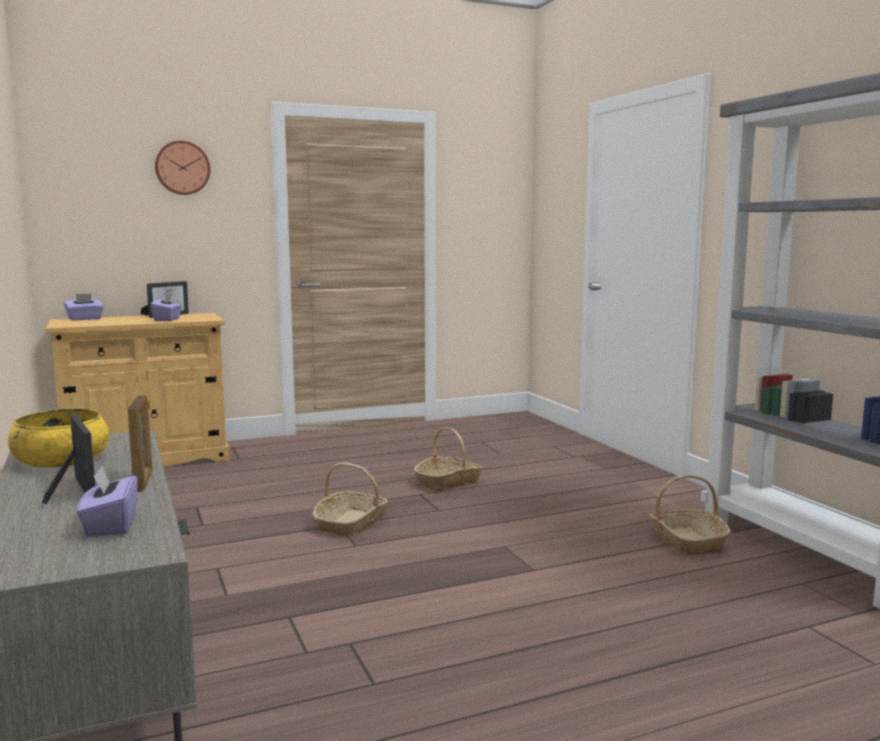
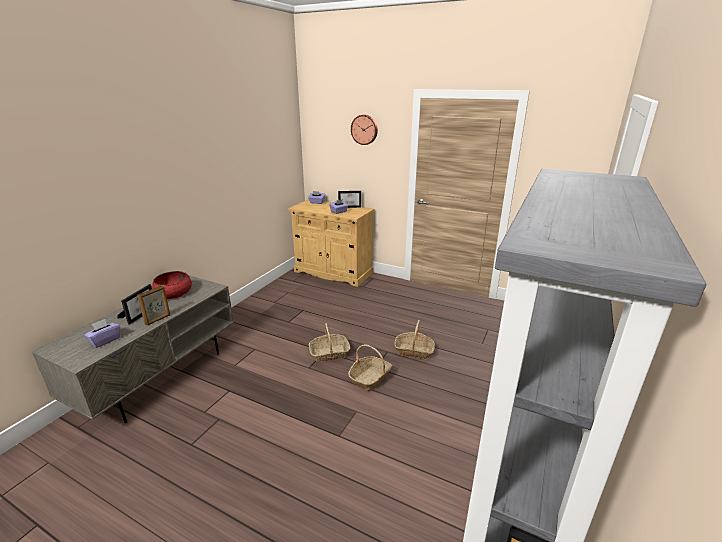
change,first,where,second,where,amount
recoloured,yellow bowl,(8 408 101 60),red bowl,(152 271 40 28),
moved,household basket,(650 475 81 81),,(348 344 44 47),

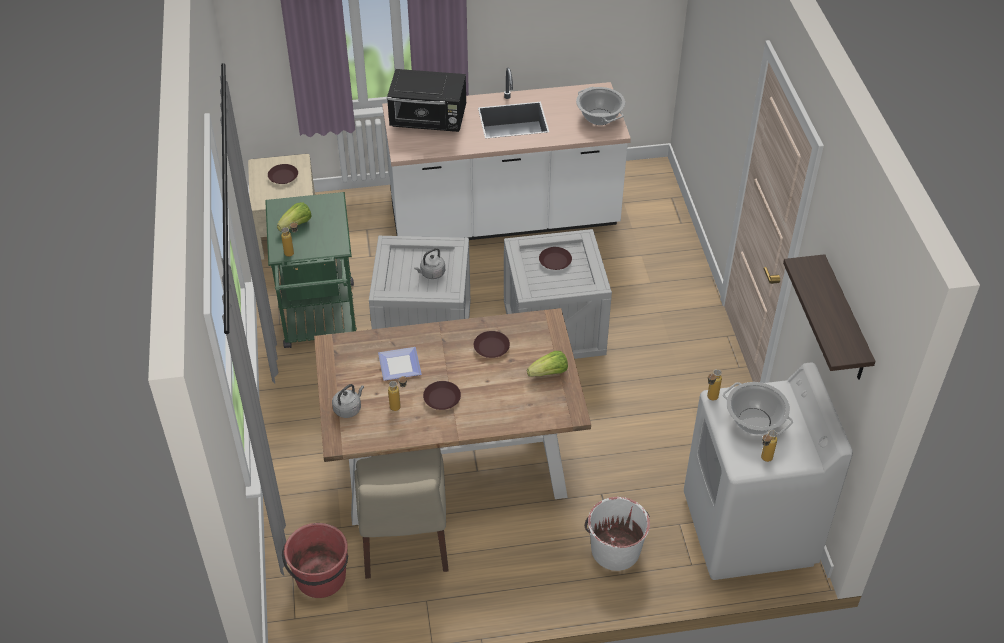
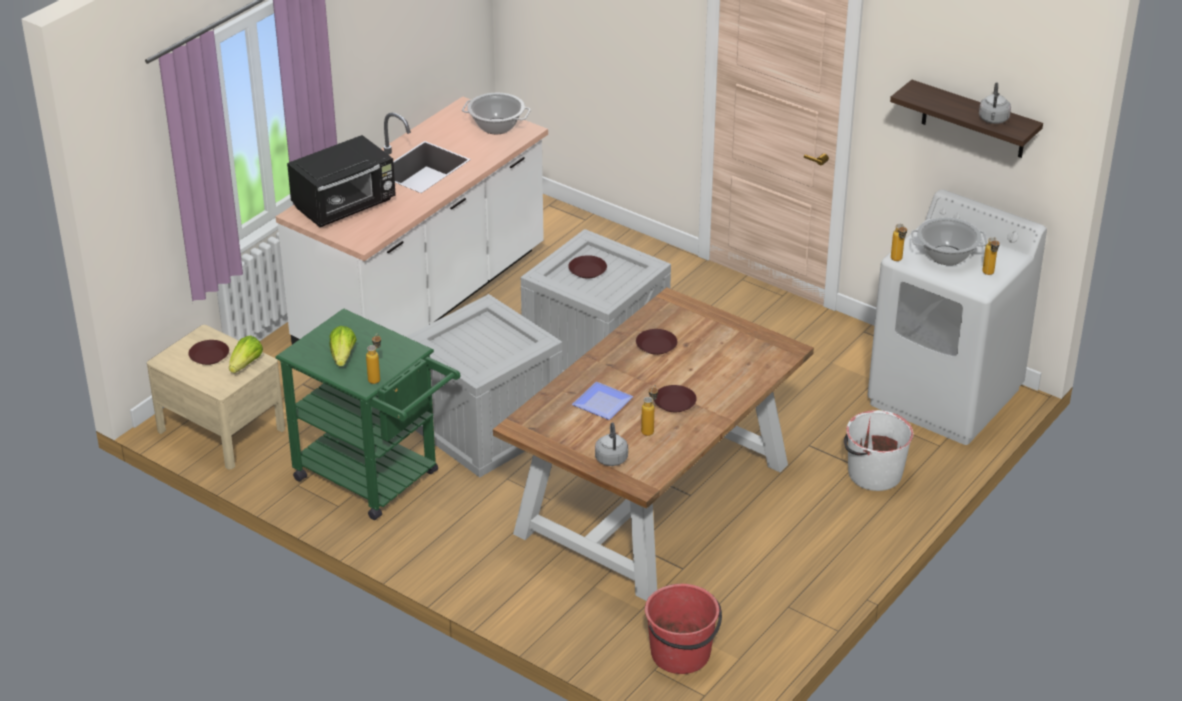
change,first,where,second,where,amount
moved,grey kettle,(414 248 31 31),,(979 82 32 42),
moved,lettuce,(527 351 41 26),,(229 335 34 38),
removed,sand-coloured chair,(355 448 94 131),,,

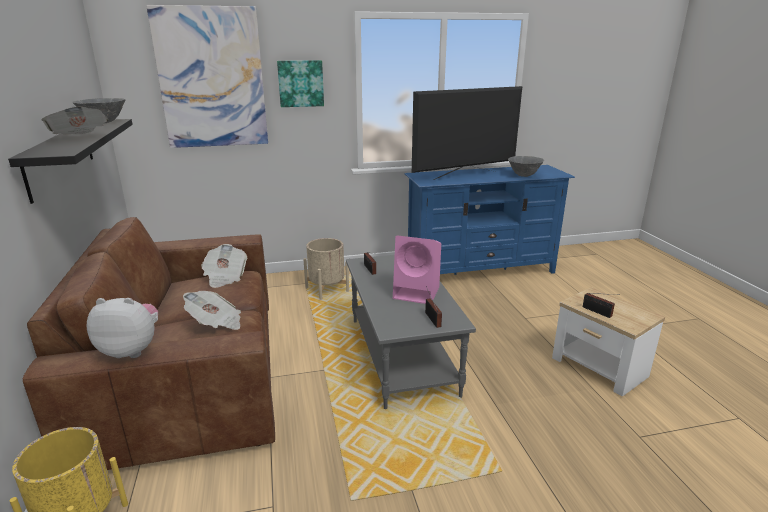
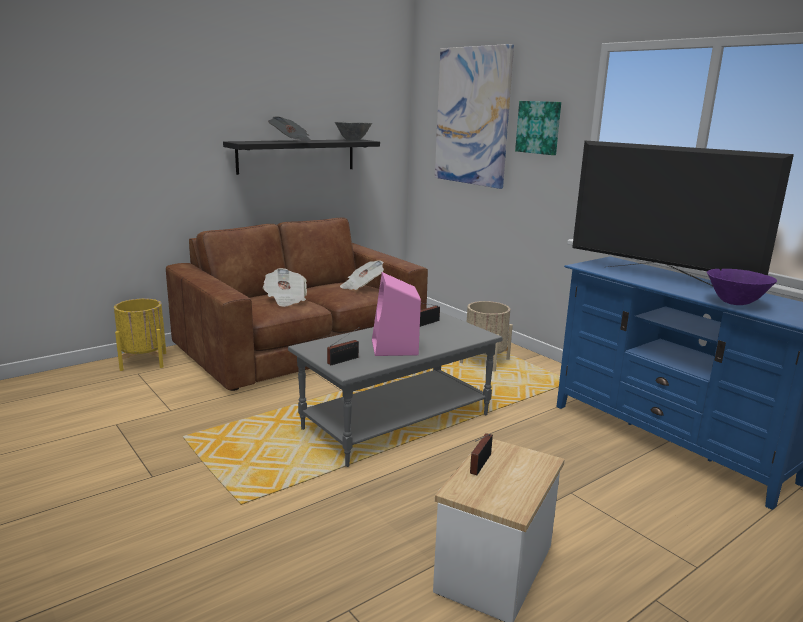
change,first,where,second,where,amount
recoloured,grey bowl,(508 156 36 21),purple-coloured bowl,(707 269 70 36),
removed,plush toy,(86 298 72 60),,,

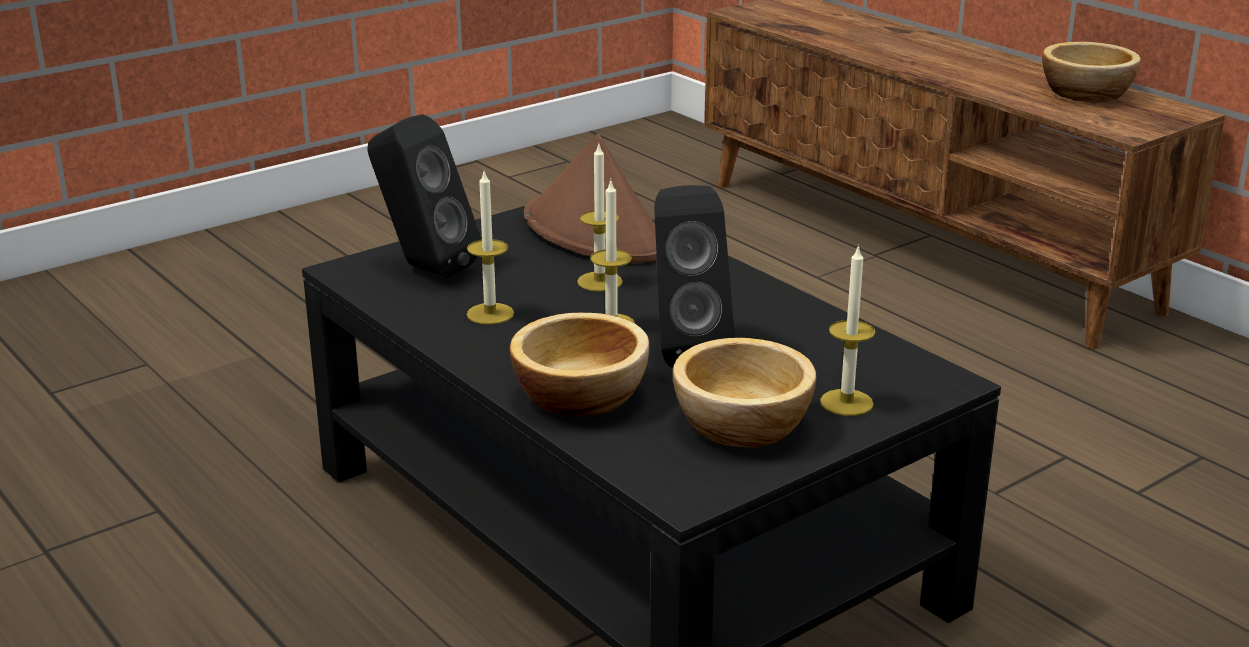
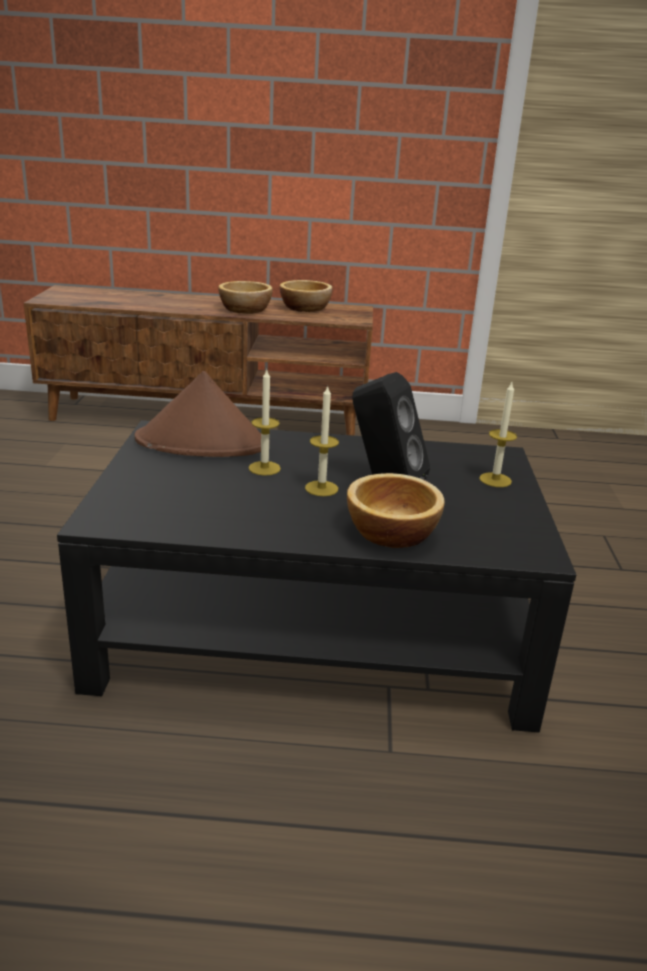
change,first,where,second,where,amount
removed,black audio speaker,(367 114 114 164),,,
removed,wax candle,(467 171 47 154),,,
moved,bowl,(673 338 144 110),,(218 281 55 33),

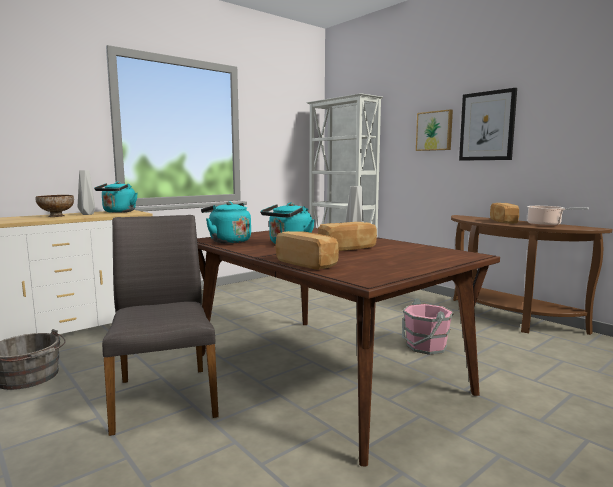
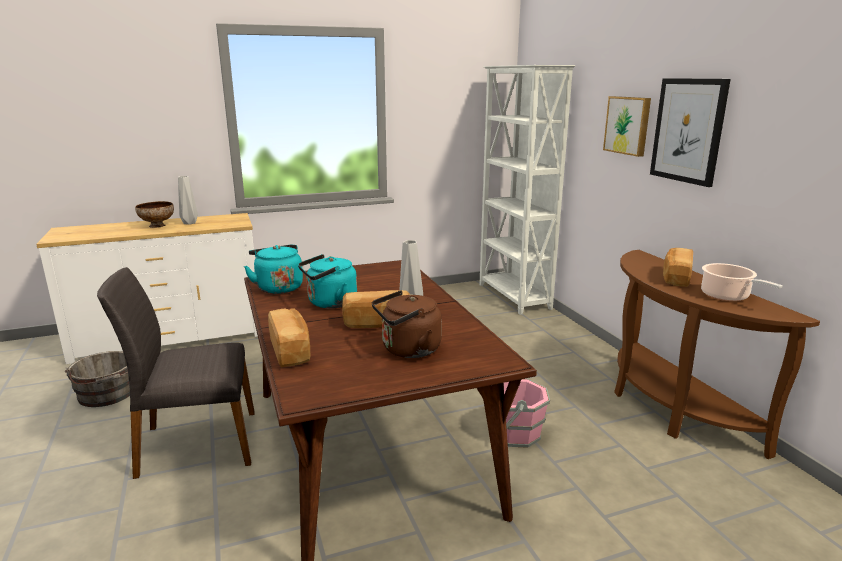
change,first,where,second,where,amount
removed,turquoise-coloured kettle,(94 181 44 32),,,
turned,grey chair,(102 215 117 221),,(97 267 158 212),105 degrees counterclockwise
added,,,brownish kettle,(372 290 70 68),

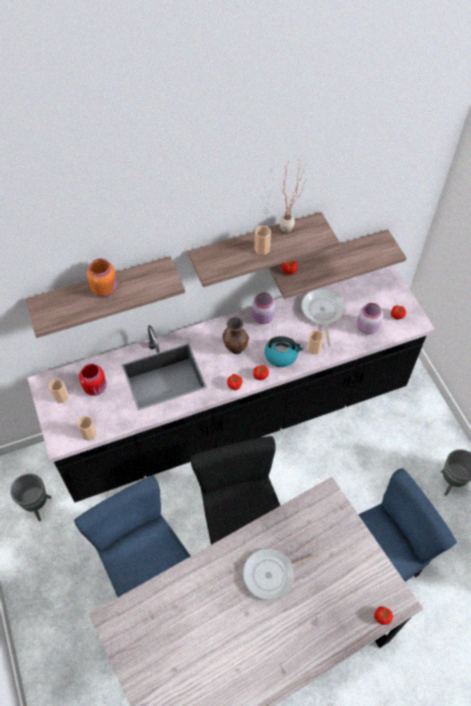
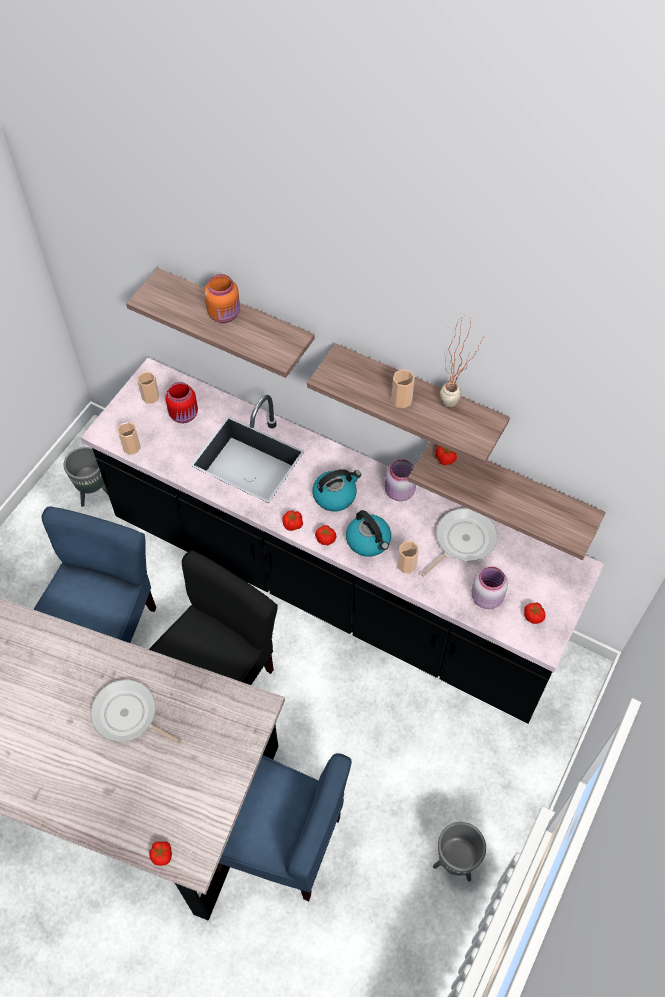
change,first,where,second,where,amount
replaced,brownish flower vase,(222 316 27 38),kettle,(313 469 48 42),

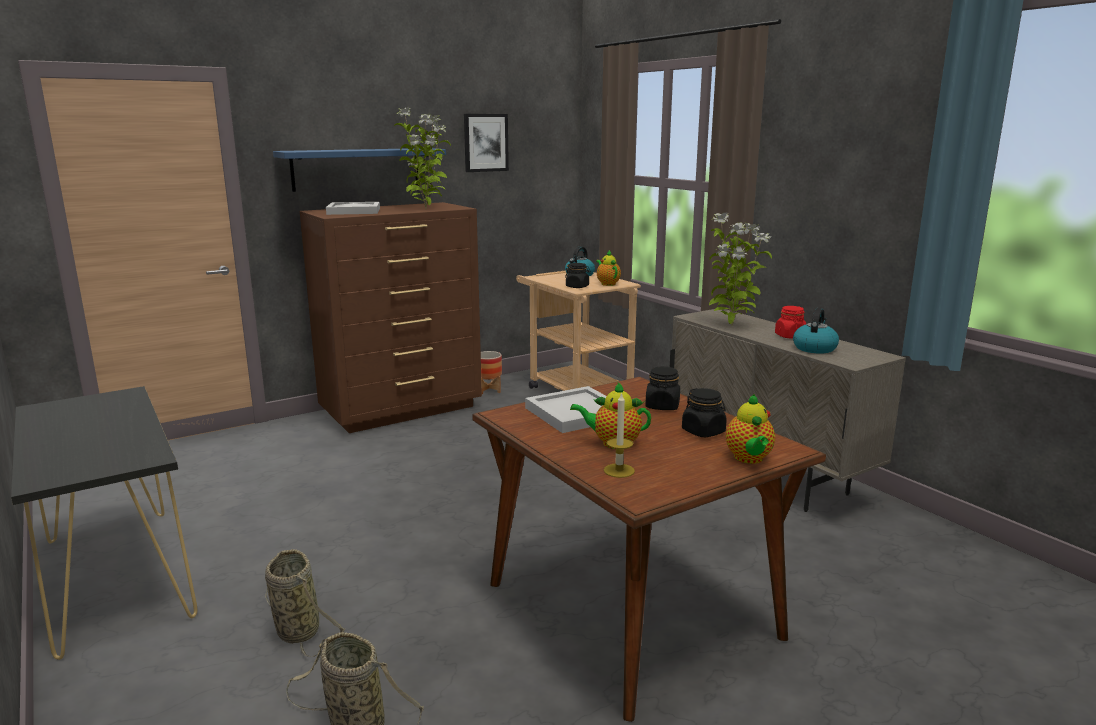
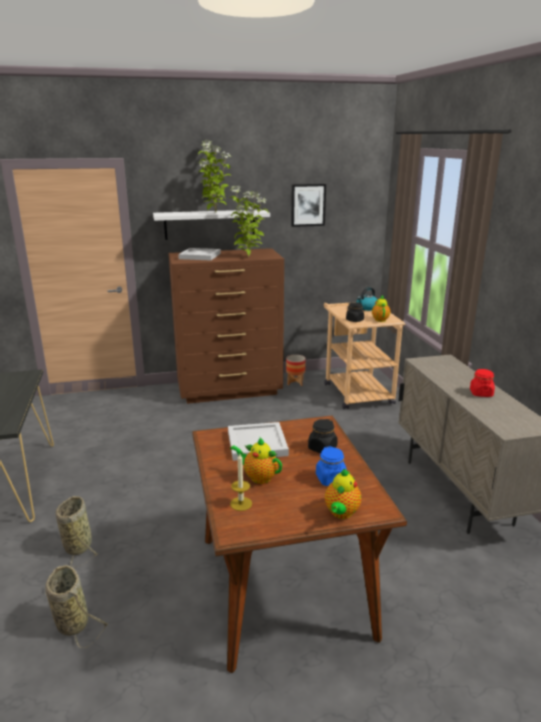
change,first,where,second,where,amount
recoloured,bluish shelf,(273 148 173 44),white shelf,(153 210 117 30),
moved,potted plant,(709 213 63 113),,(198 139 34 73),
removed,kettle,(793 308 46 46),,,
recoloured,black preserve jar,(682 388 45 49),bluish preserve jar,(316 446 31 40),

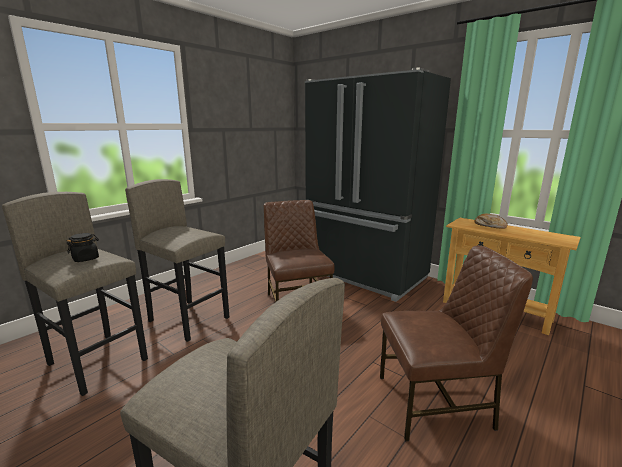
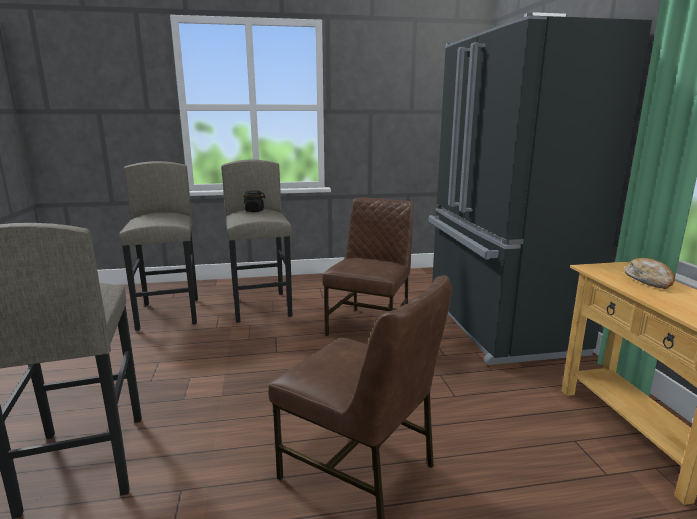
change,first,where,second,where,amount
moved,black preserve jar,(67 233 32 29),,(243 191 23 21),

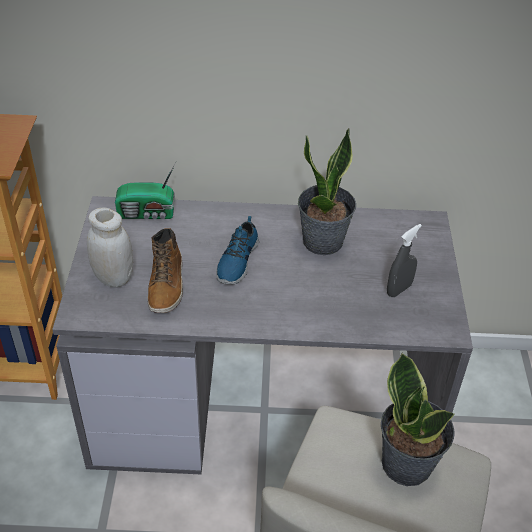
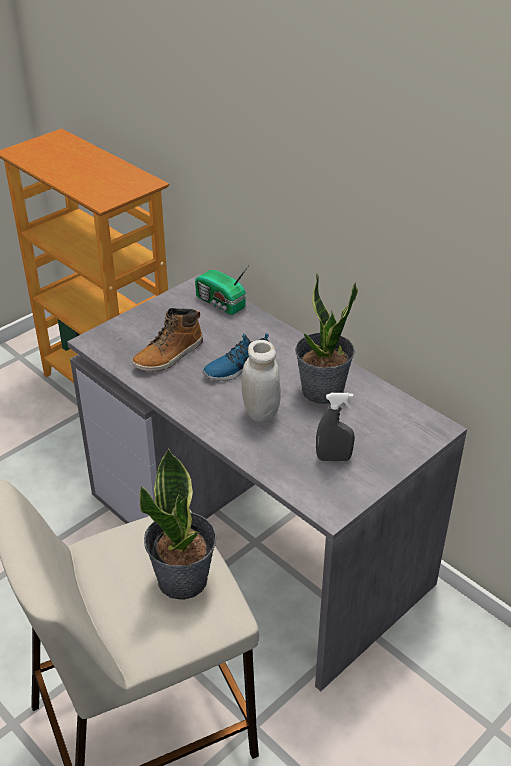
change,first,where,second,where,amount
moved,white preserve jar,(87 208 46 79),,(241 340 40 83),

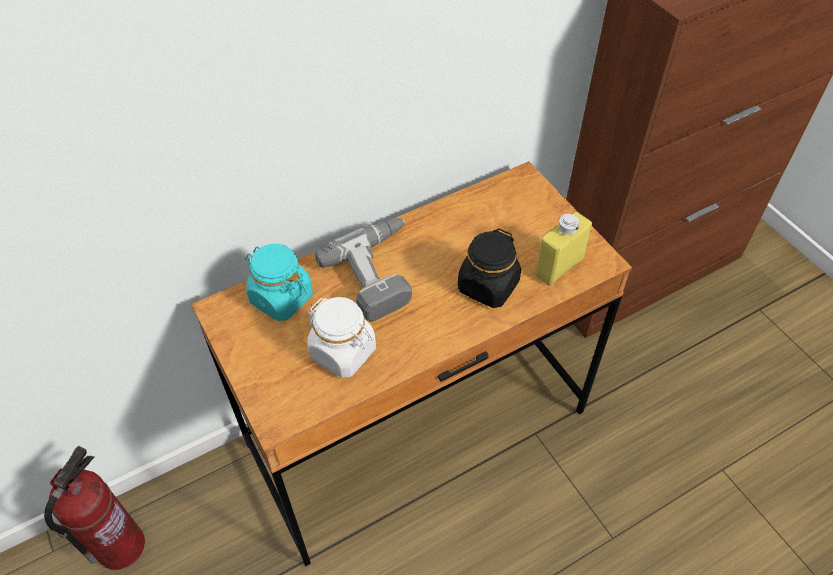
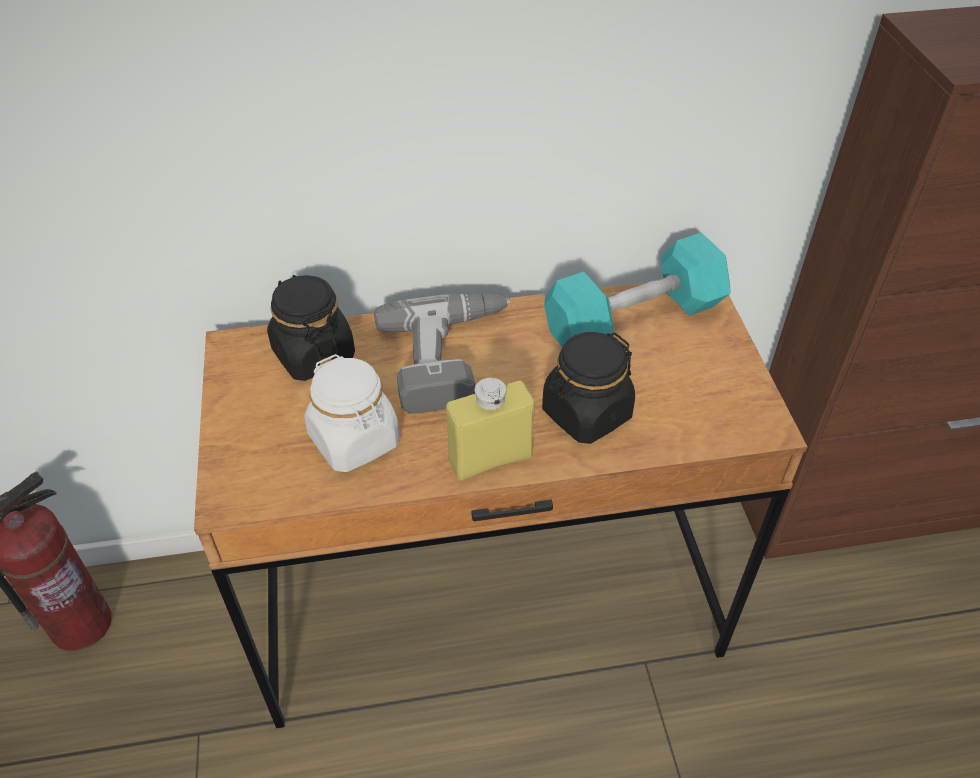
change,first,where,second,where,amount
moved,yellow bottle,(535 212 57 74),,(446 378 89 103),
recoloured,turquoise-coloured preserve jar,(245 244 68 77),black preserve jar,(267 275 88 106),
added,,,turquoise-coloured free weight,(544 232 187 116),

